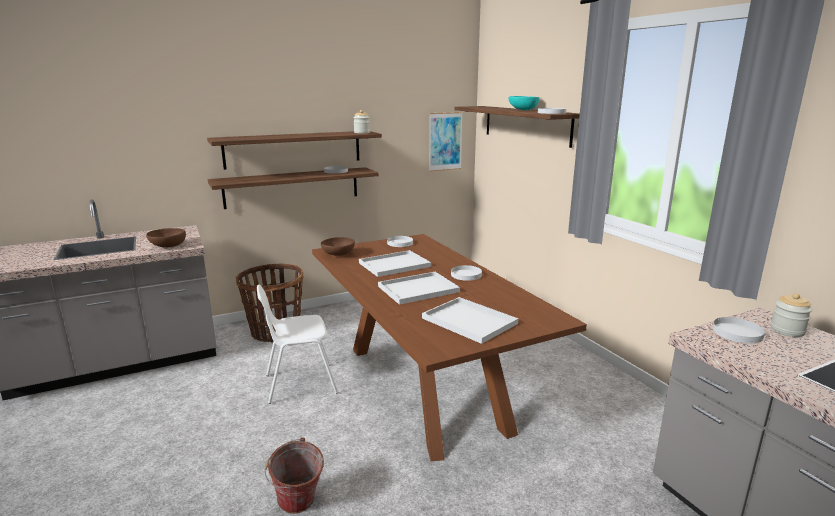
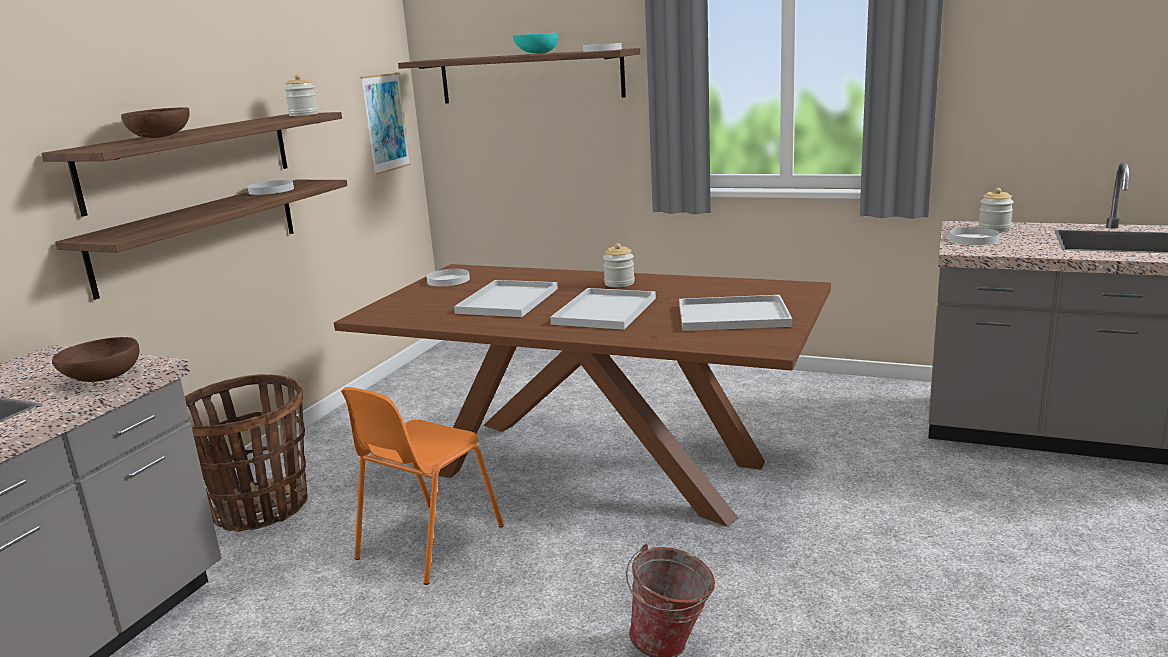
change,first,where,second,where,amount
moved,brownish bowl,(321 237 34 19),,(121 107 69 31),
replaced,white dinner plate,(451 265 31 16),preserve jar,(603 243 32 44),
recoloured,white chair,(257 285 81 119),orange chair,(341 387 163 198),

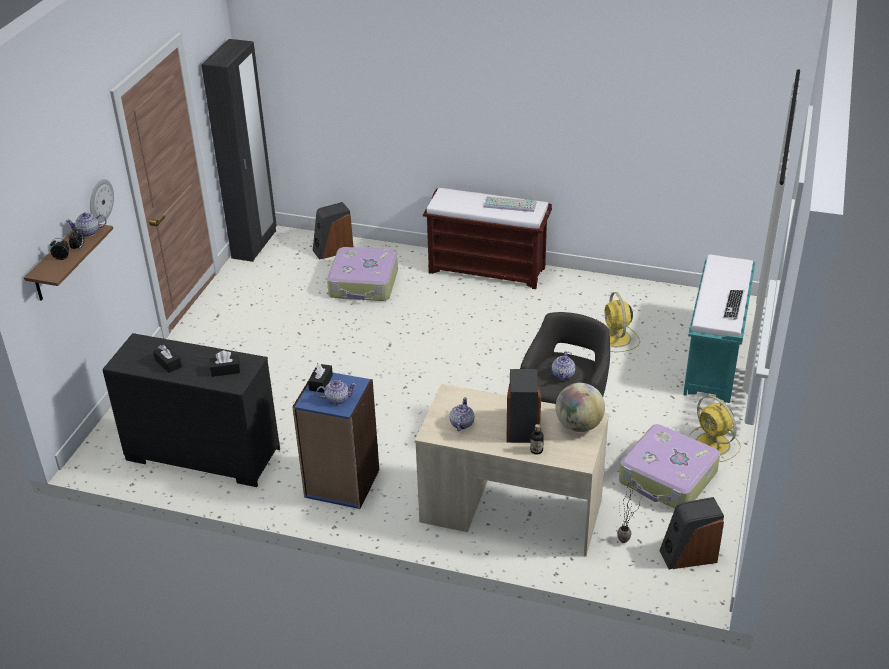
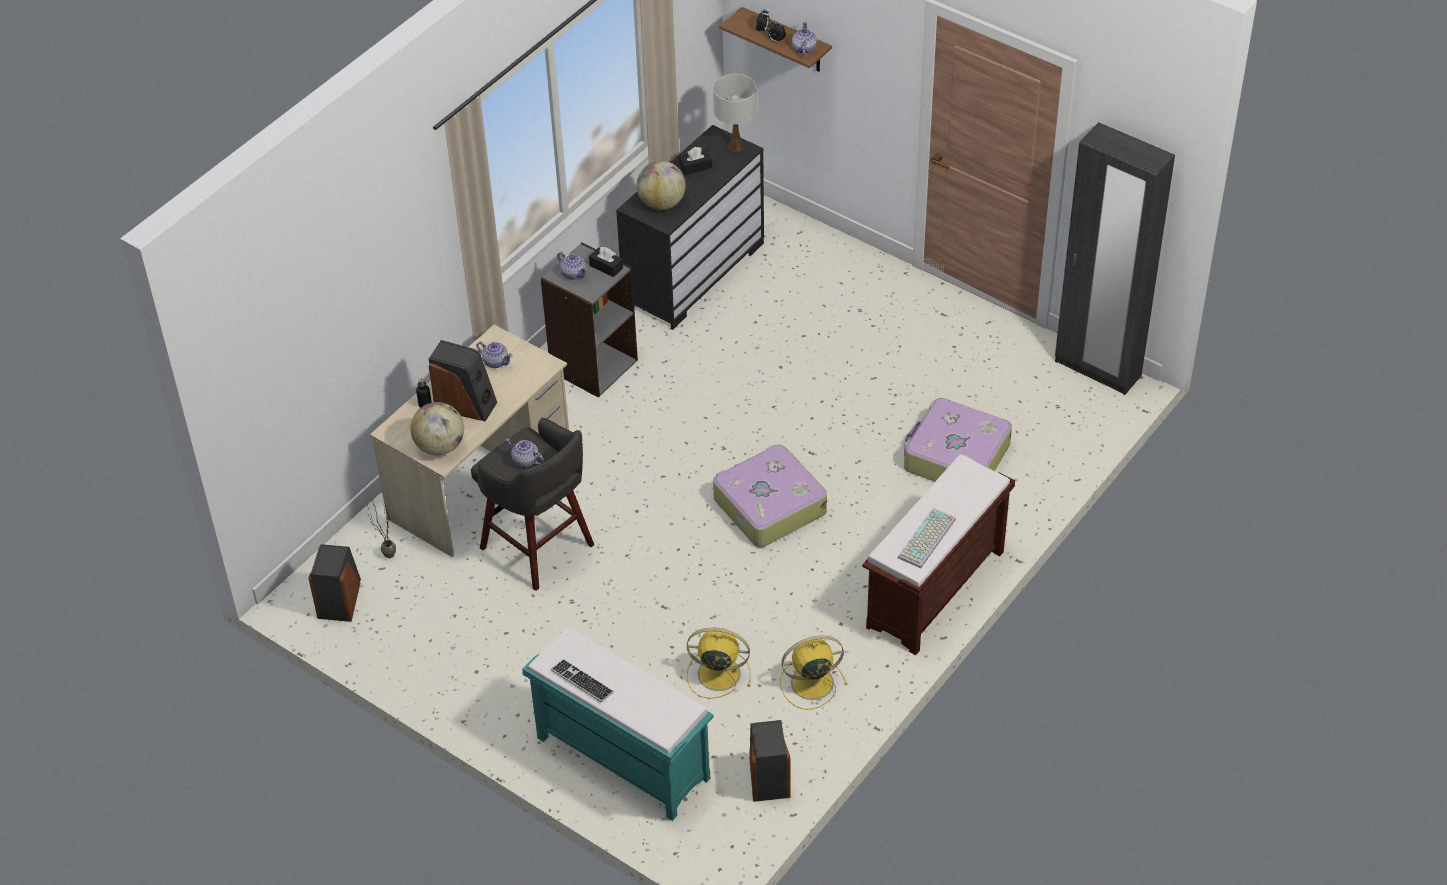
change,first,where,second,where,amount
removed,clock on the wall,(90 179 24 44),,,
moved,audio speaker,(313 202 40 58),,(749 720 41 82),
replaced,black box of tissues,(210 350 30 27),world globe,(637 161 49 49),
recoloured,bluish bookshelf,(292 373 87 136),grey bookshelf,(541 242 97 156),
turned,teapot,(316 380 41 25),,(557 252 31 28),60 degrees counterclockwise
moved,yellow electric fan,(688 396 53 66),,(780 636 67 74),
moved,piece of luggage,(619 424 101 85),,(713 445 114 102),
added,,,white table lamp,(713 74 44 78),

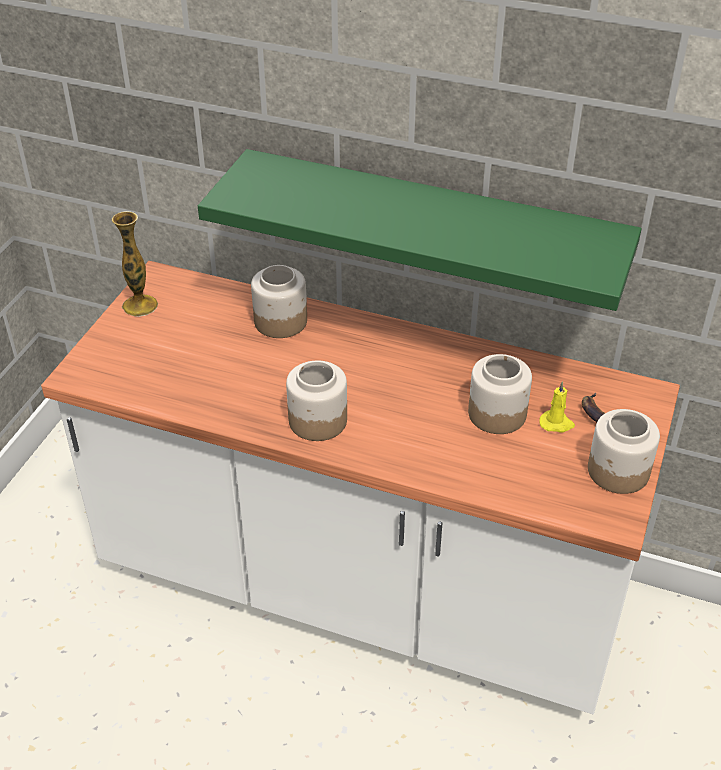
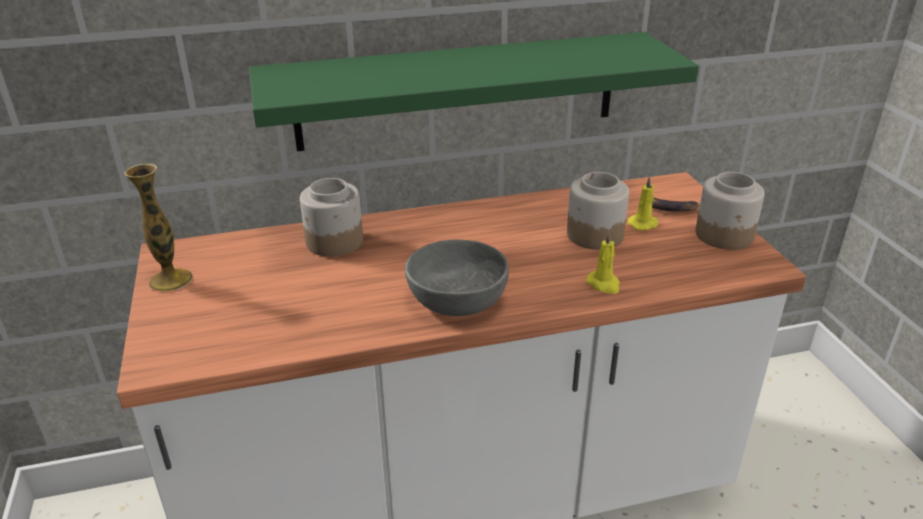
change,first,where,second,where,amount
replaced,preserve jar,(286 361 61 80),grey bowl,(405 239 104 77),
added,,,yellow wax candle,(586 232 34 62),

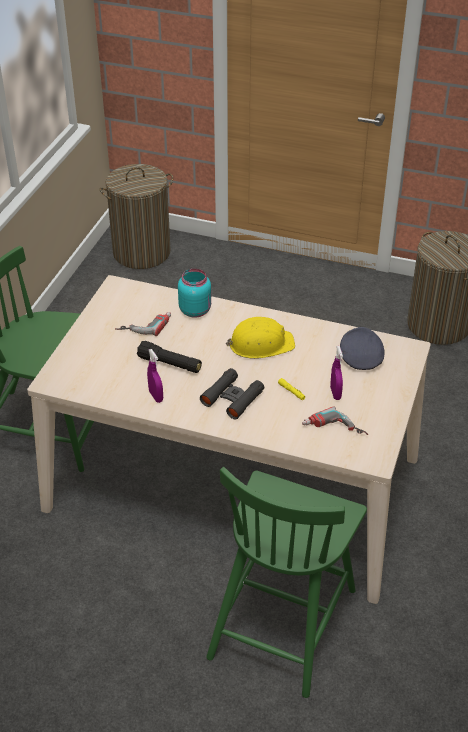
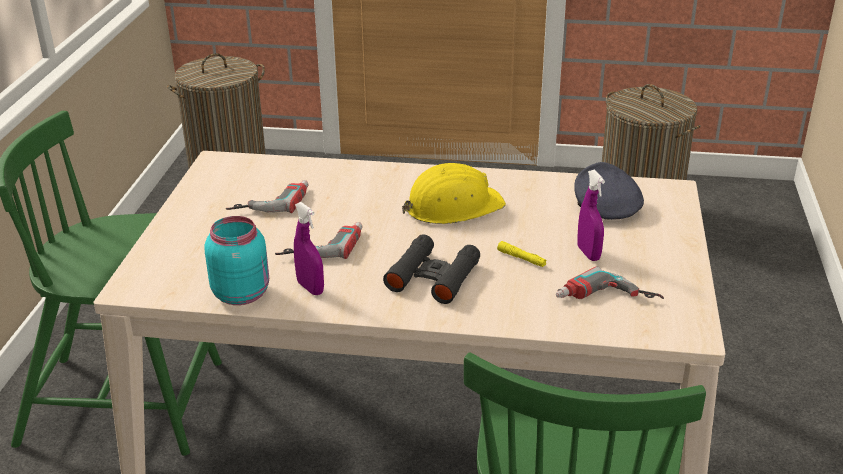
change,first,where,second,where,amount
moved,turquoise-coloured preserve jar,(178 269 33 49),,(204 216 65 89),
replaced,black flashlight,(137 341 65 32),power drill,(275 222 88 37),

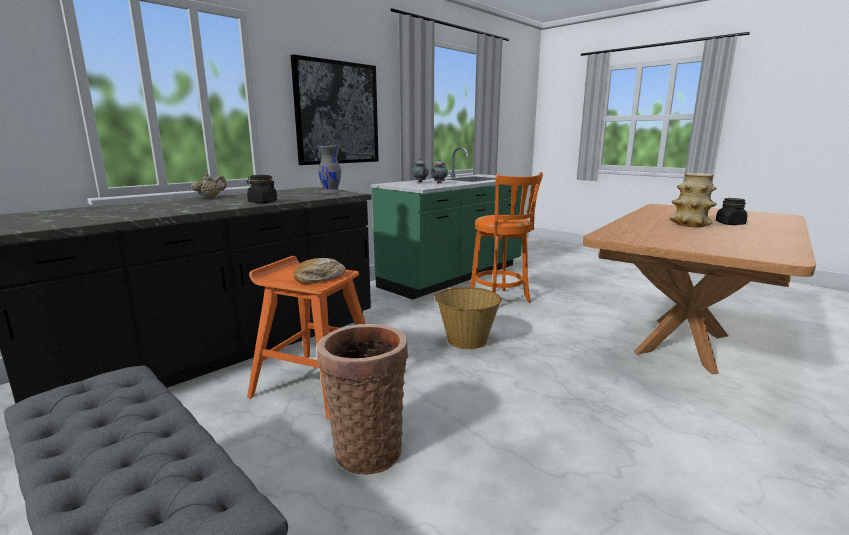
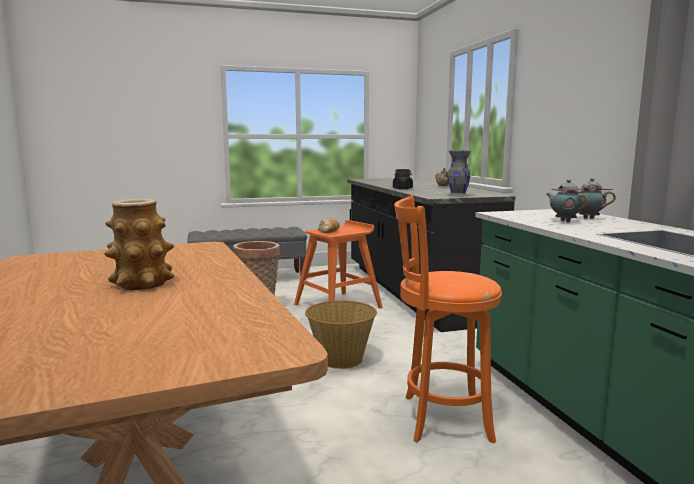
change,first,where,second,where,amount
removed,wall picture,(291 54 88 111),,,
removed,black preserve jar,(716 198 31 27),,,

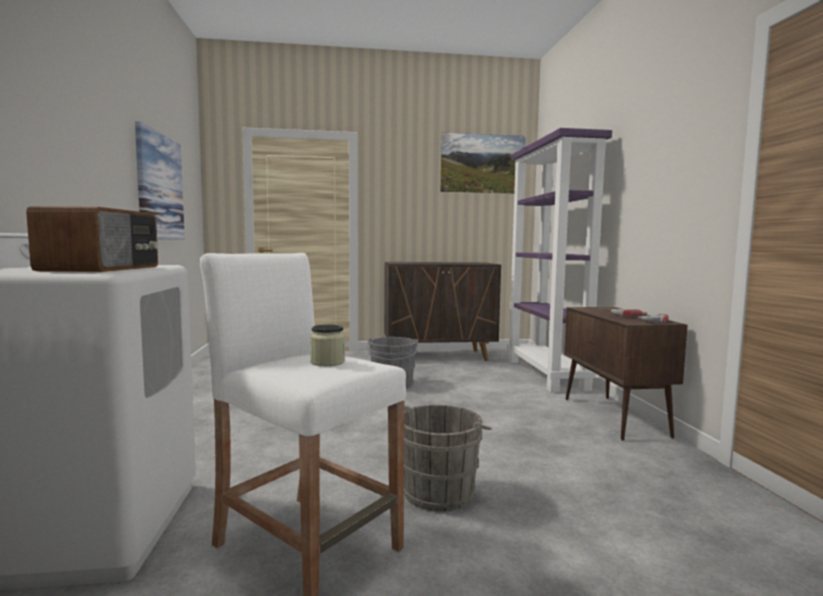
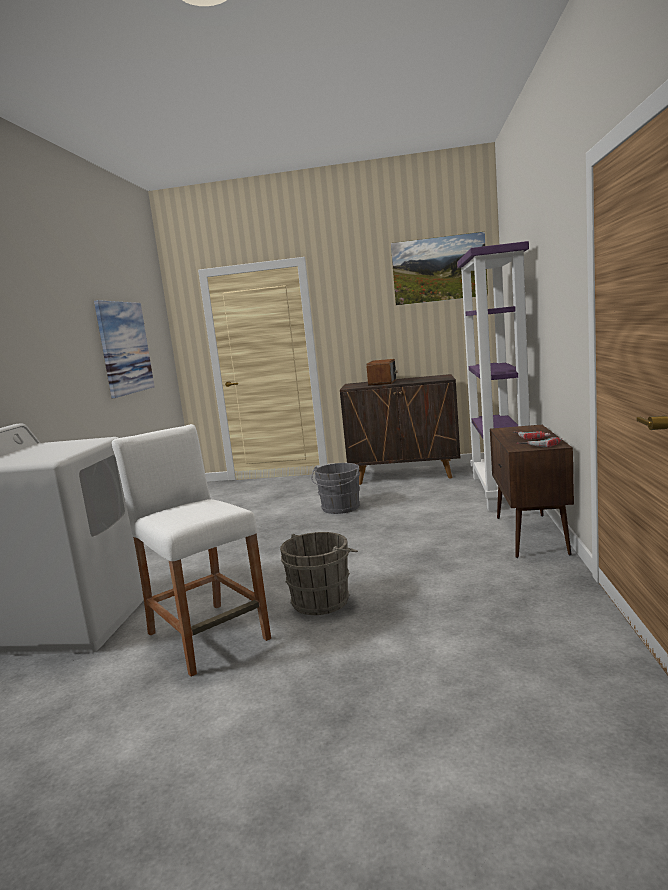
change,first,where,second,where,amount
moved,radio,(26 206 132 66),,(366 359 31 27),
removed,preserve jar,(310 324 35 42),,,

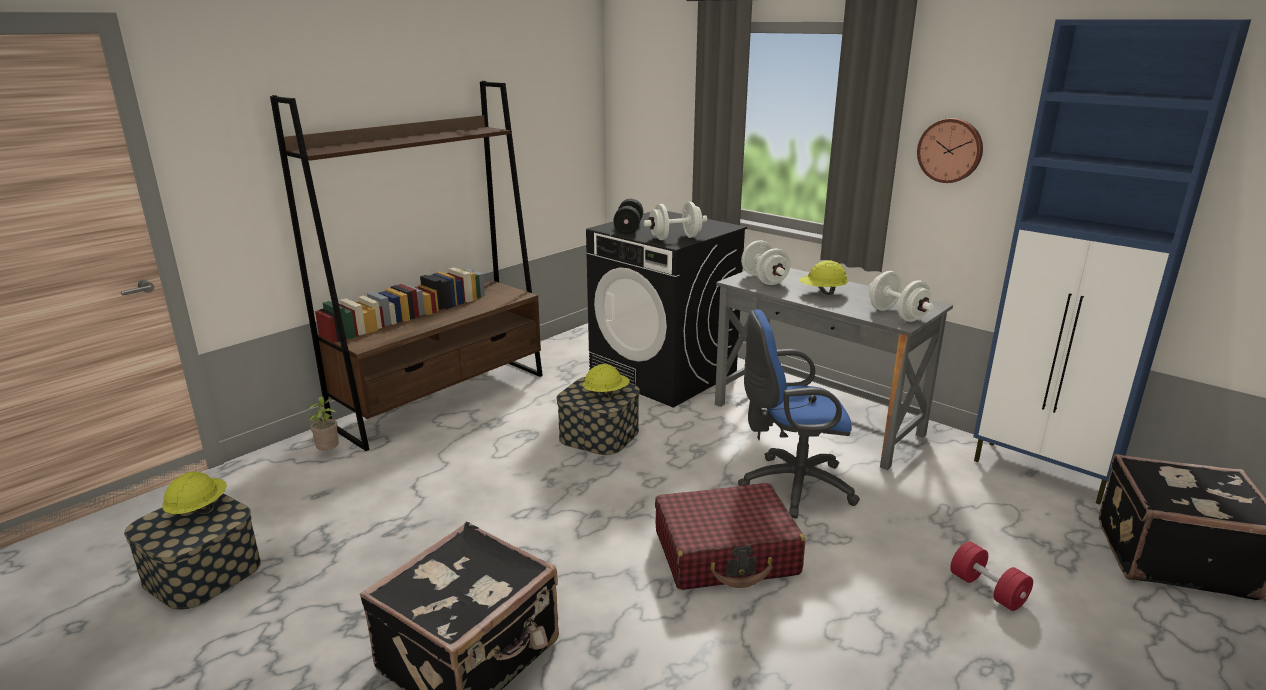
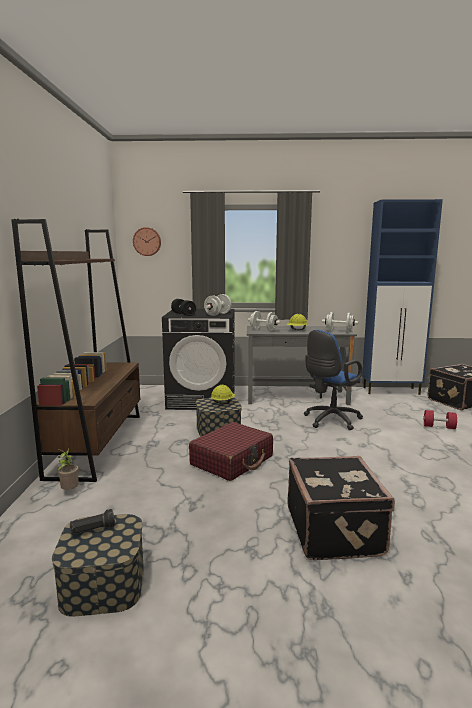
change,first,where,second,where,amount
moved,clock on the wall,(917 118 66 65),,(133 227 28 29),
replaced,yellow hard hat,(162 472 65 42),black flashlight,(70 509 45 26),
moved,red piece of luggage,(655 483 150 107),,(189 422 84 59),

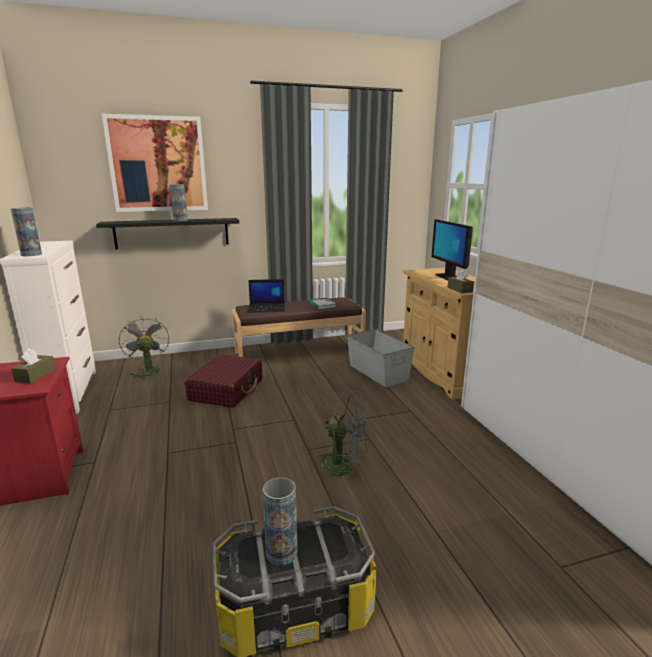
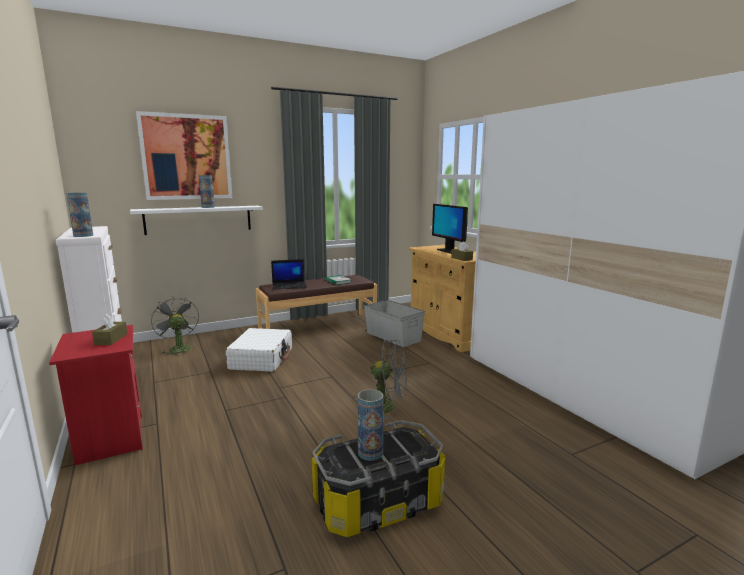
change,first,where,second,where,amount
recoloured,black shelf,(96 218 143 31),white shelf,(130 206 133 29),
recoloured,red piece of luggage,(185 354 77 54),white piece of luggage,(226 328 66 44),

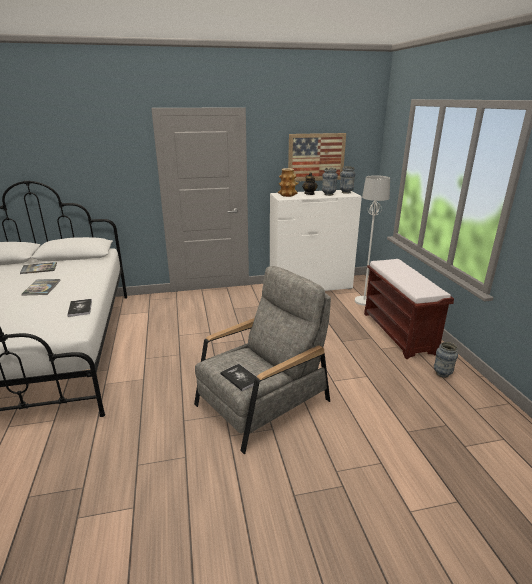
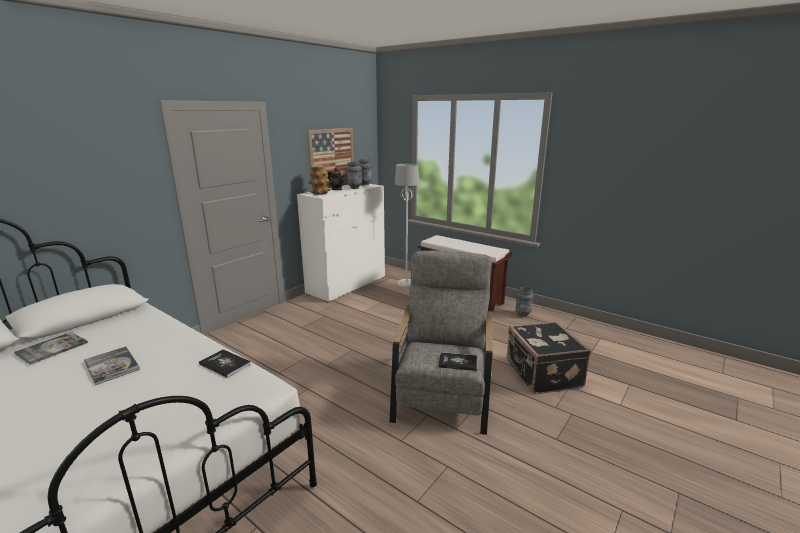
change,first,where,second,where,amount
added,,,black piece of luggage,(507 321 84 73),

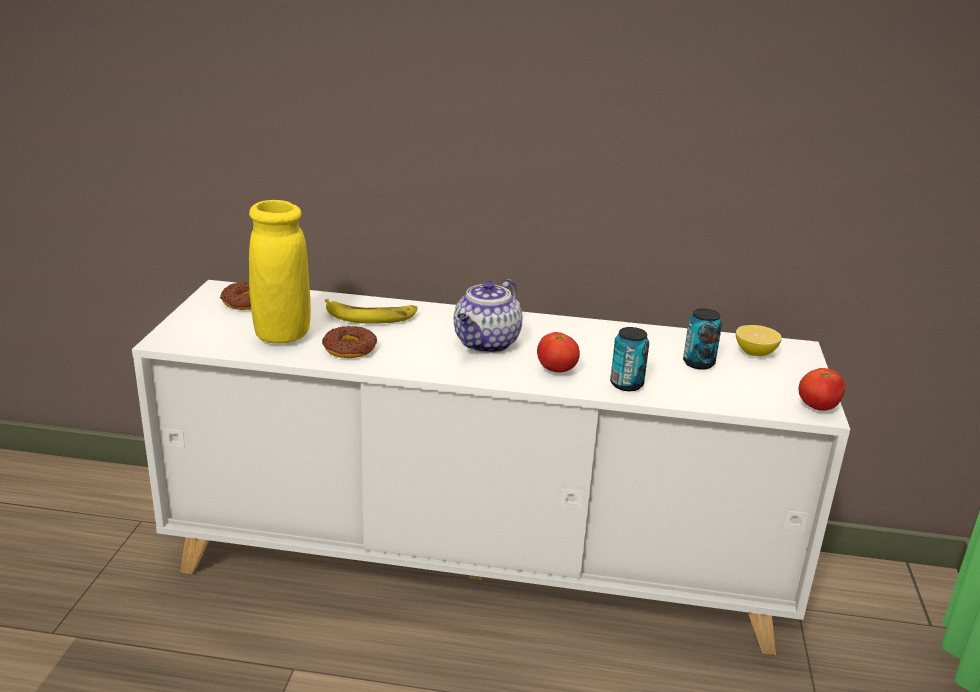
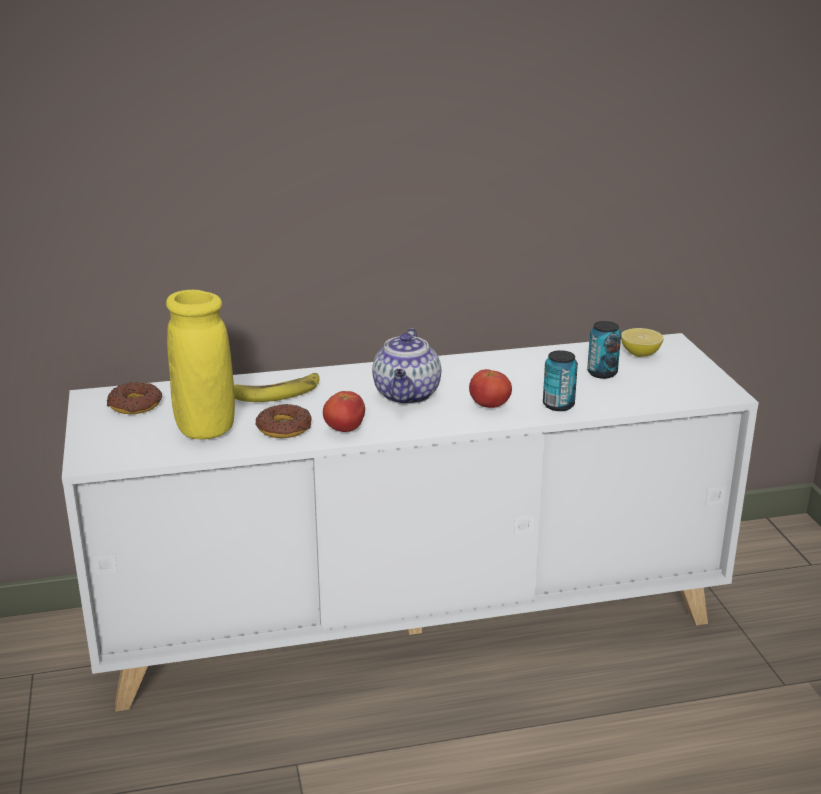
change,first,where,second,where,amount
moved,whole tomato,(799 368 46 43),,(323 391 42 41),

